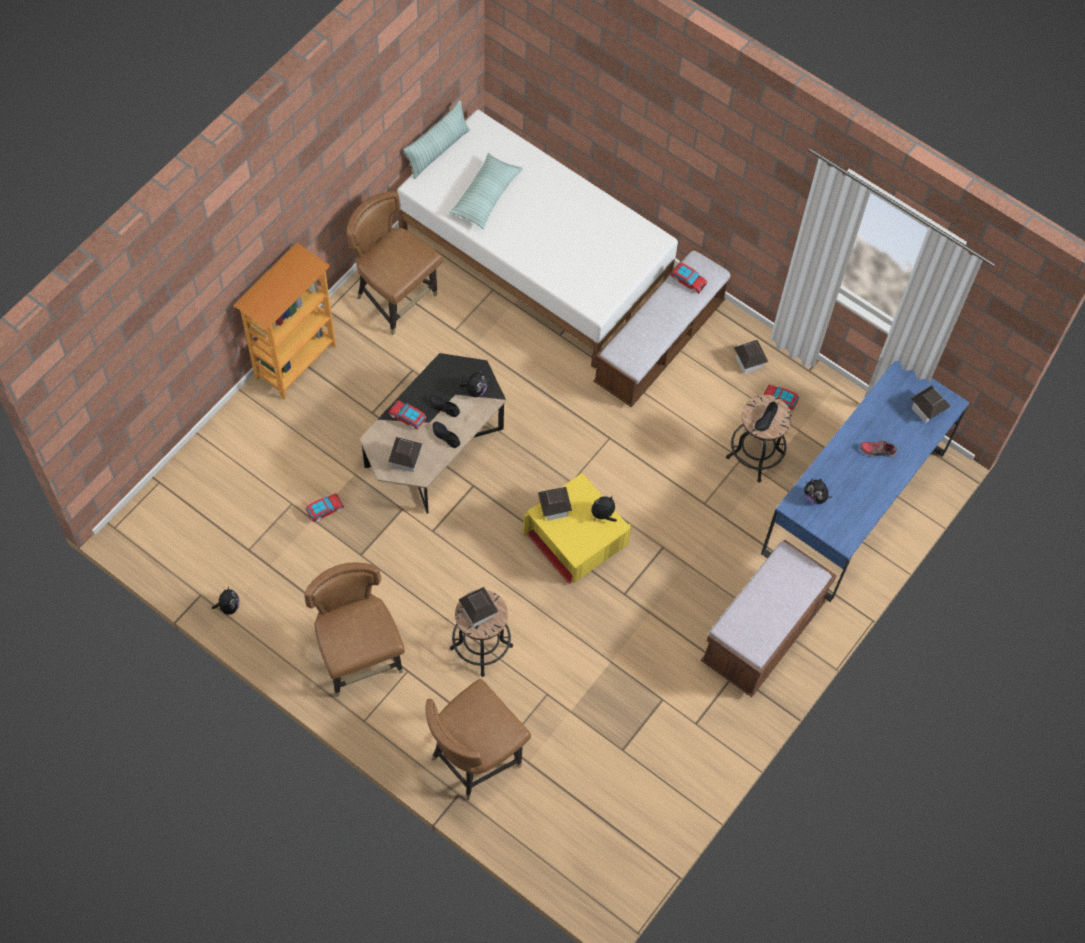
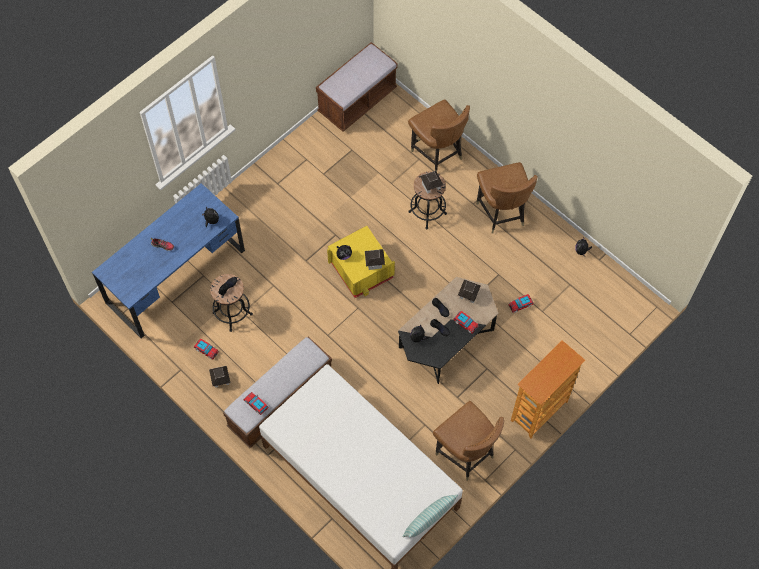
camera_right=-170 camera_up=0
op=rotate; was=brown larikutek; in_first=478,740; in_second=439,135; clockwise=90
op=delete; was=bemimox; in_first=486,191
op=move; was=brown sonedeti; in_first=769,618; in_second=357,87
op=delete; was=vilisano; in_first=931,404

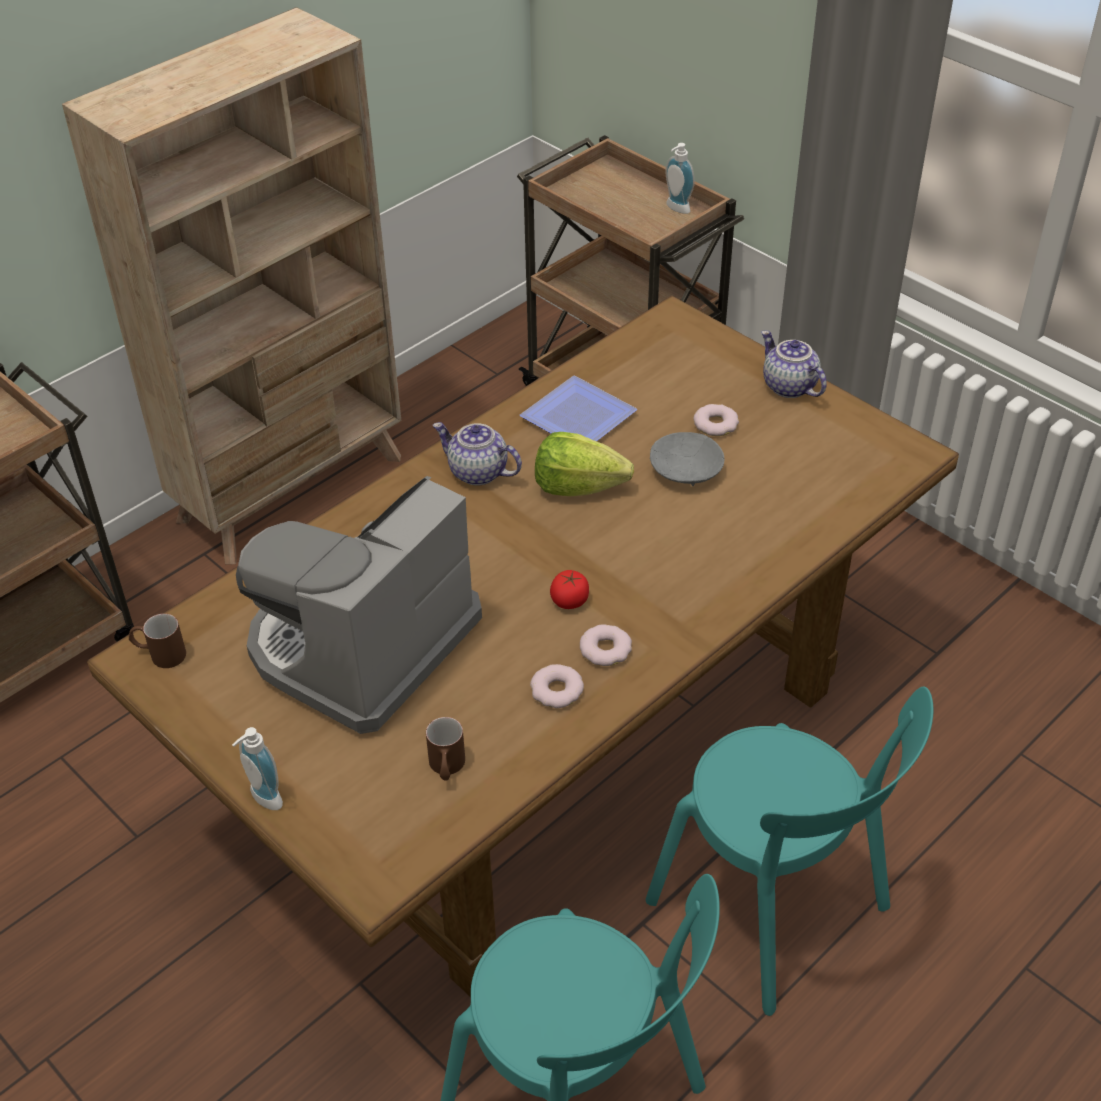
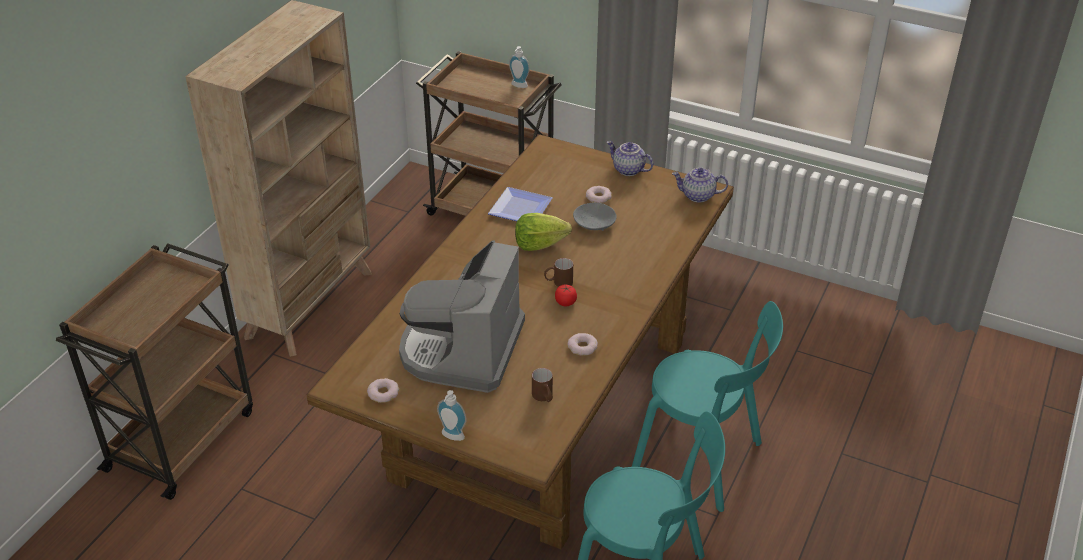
camera_right=-20 camera_up=-5
op=move; was=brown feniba; in_first=157,641; in_second=558,272
op=move; was=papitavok; in_first=477,454; in_second=700,184
op=move; was=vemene; in_first=606,645; in_second=383,390

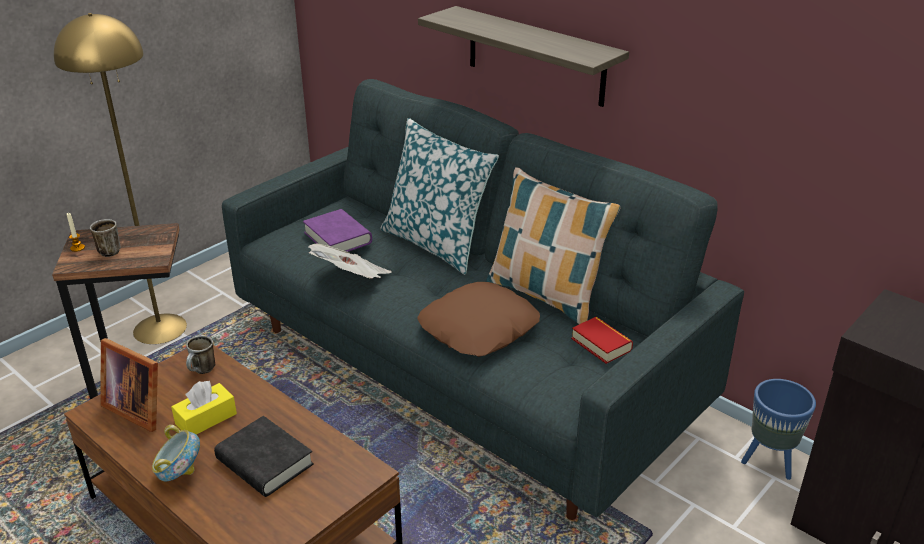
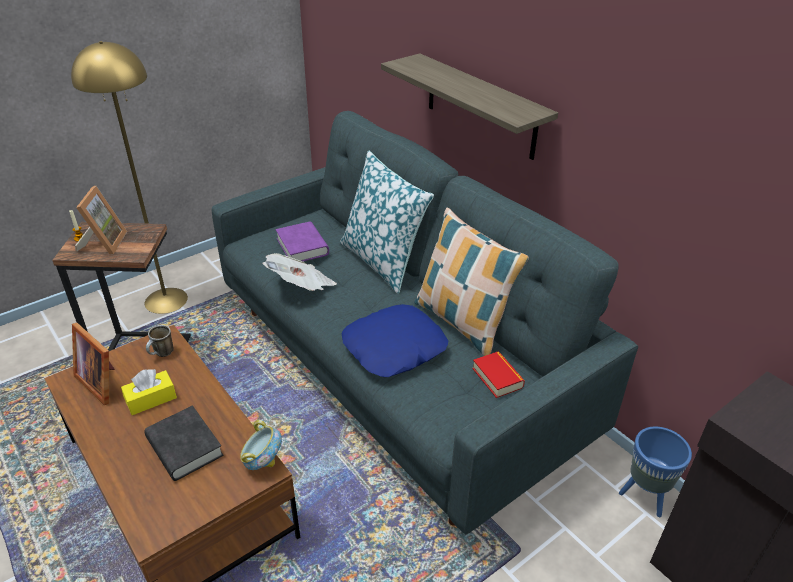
camera_right=10 camera_up=5
op=replace; was=feniba; now=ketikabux; in_first=105,238; in_second=101,220
op=move; was=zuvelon; in_first=176,453; in_second=261,445
op=recolor; was=brown bemimox; now=blue bemimox; in_first=479,319; in_second=395,340

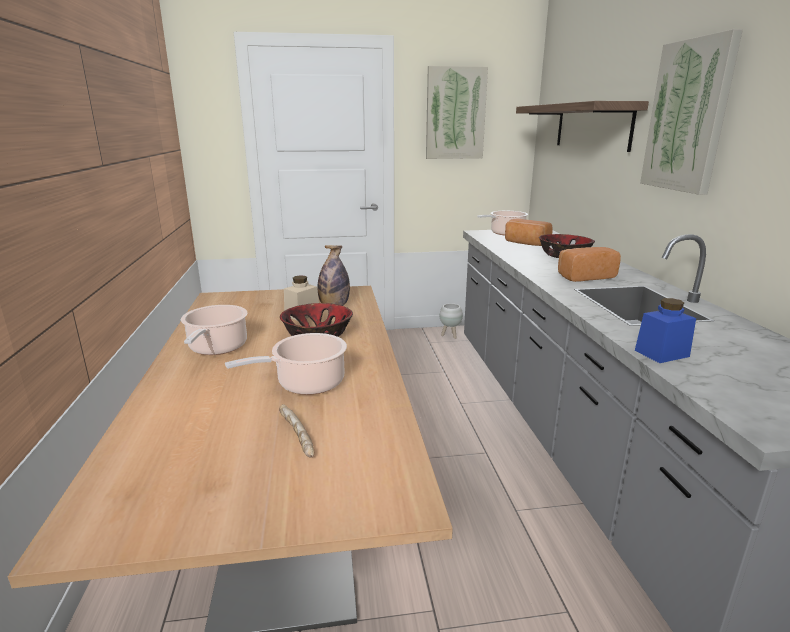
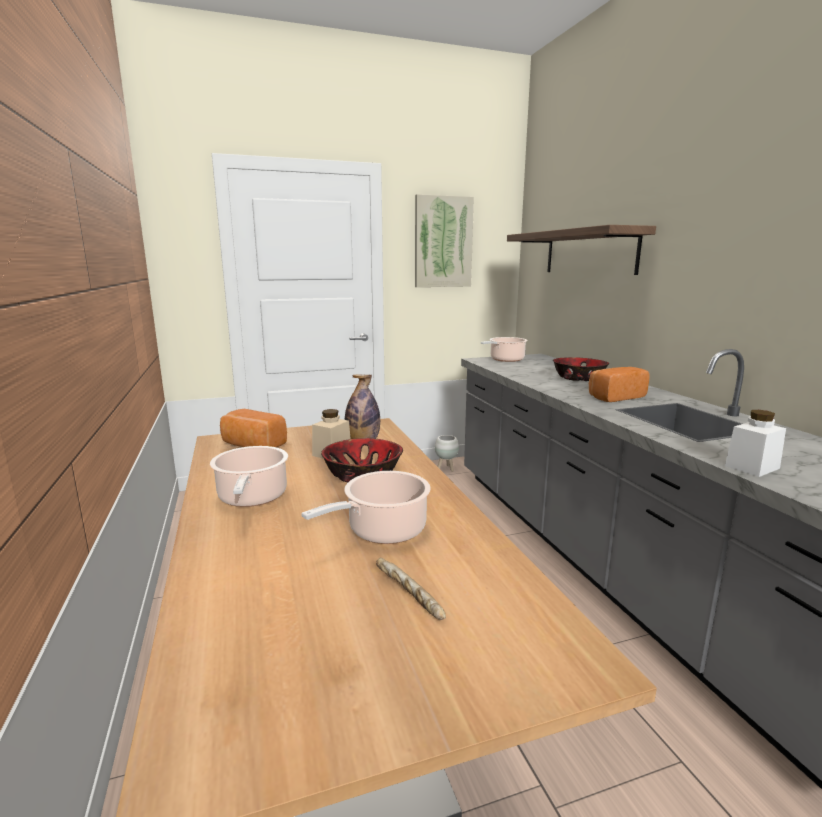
camera_right=-10 camera_up=-5
op=move; was=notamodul; in_first=529,232; in_second=253,428
op=recolor; was=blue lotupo; now=white lotupo; in_first=665,330; in_second=755,443
op=delete; was=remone; in_first=691,112

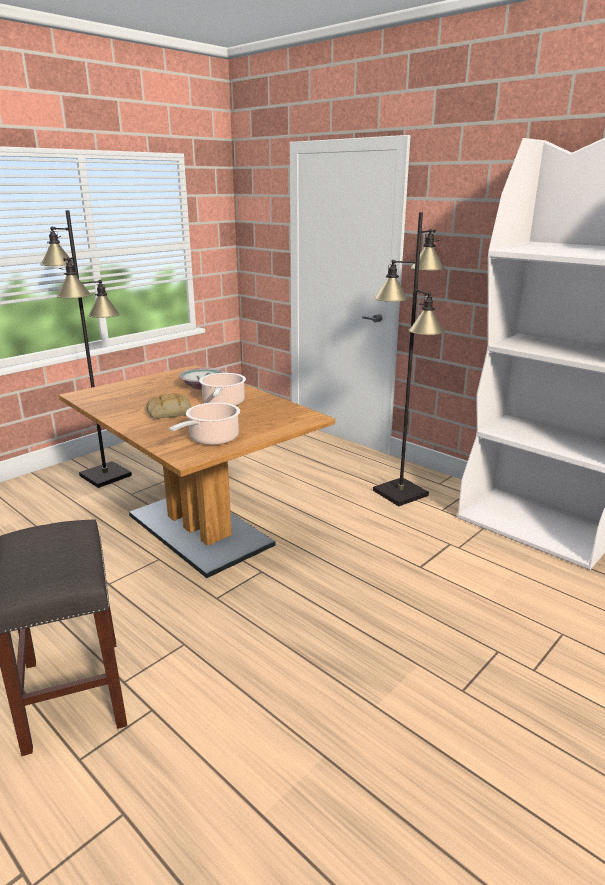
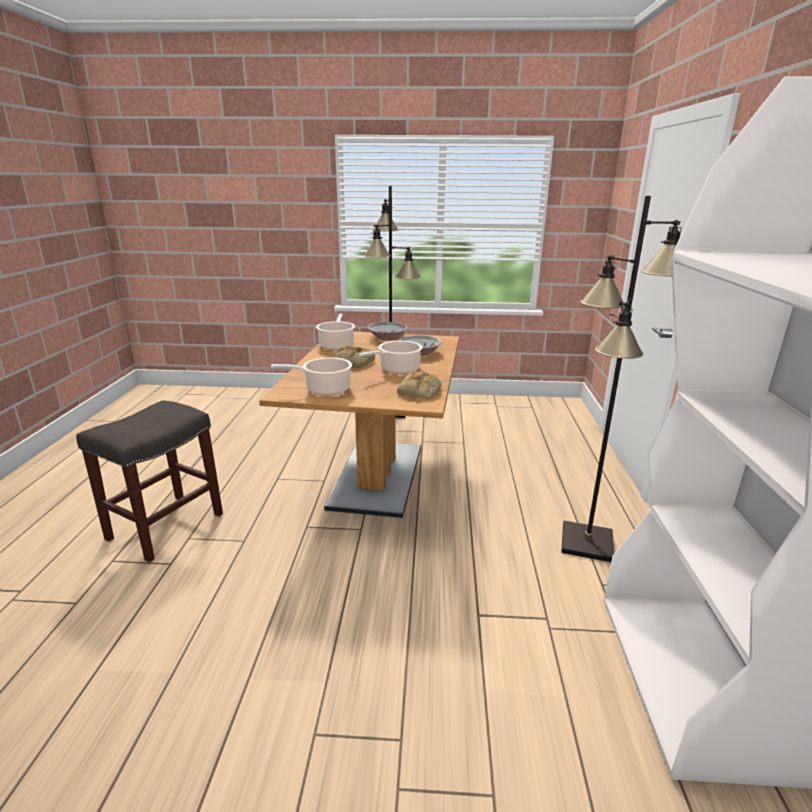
camera_right=50 camera_up=0
op=insert; now=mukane; in_second=335,332
op=insert; now=zuvelon; in_second=387,331
op=insert; now=notamodul; in_second=419,385

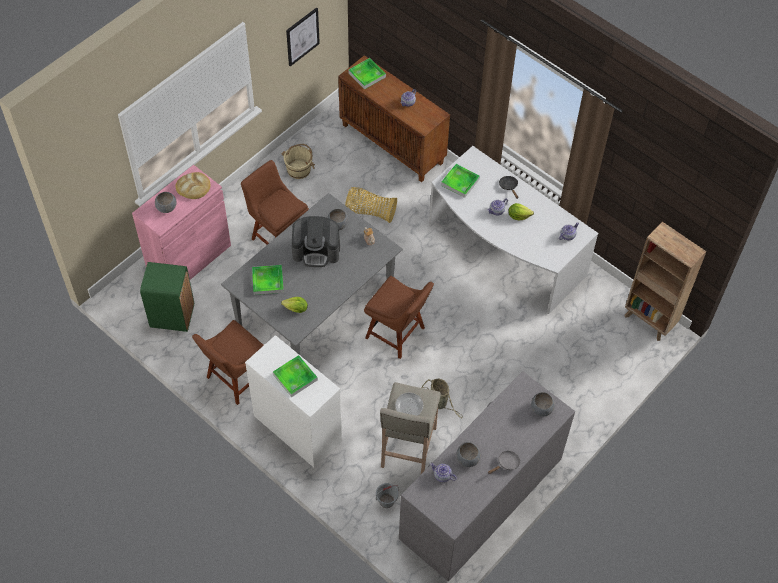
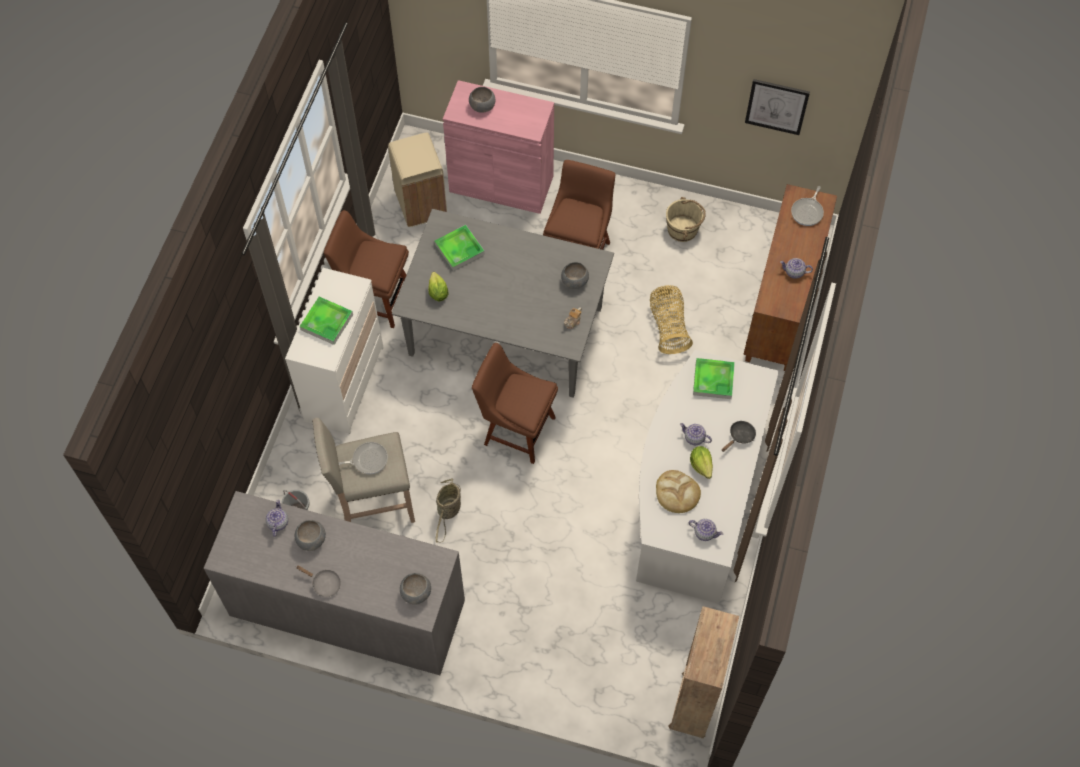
camera_right=65 camera_up=5
op=recolor; was=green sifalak; now=beige sifalak; in_first=167,297; in_second=417,180
op=move; was=notamodul; in_first=193,185; in_second=678,491
op=delete; was=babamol; in_first=315,241
op=replace; was=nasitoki; now=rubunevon; in_first=367,73; in_second=807,206
op=rotate; was=brown larikutek; in_first=399,317; in_second=515,403; clockwise=105

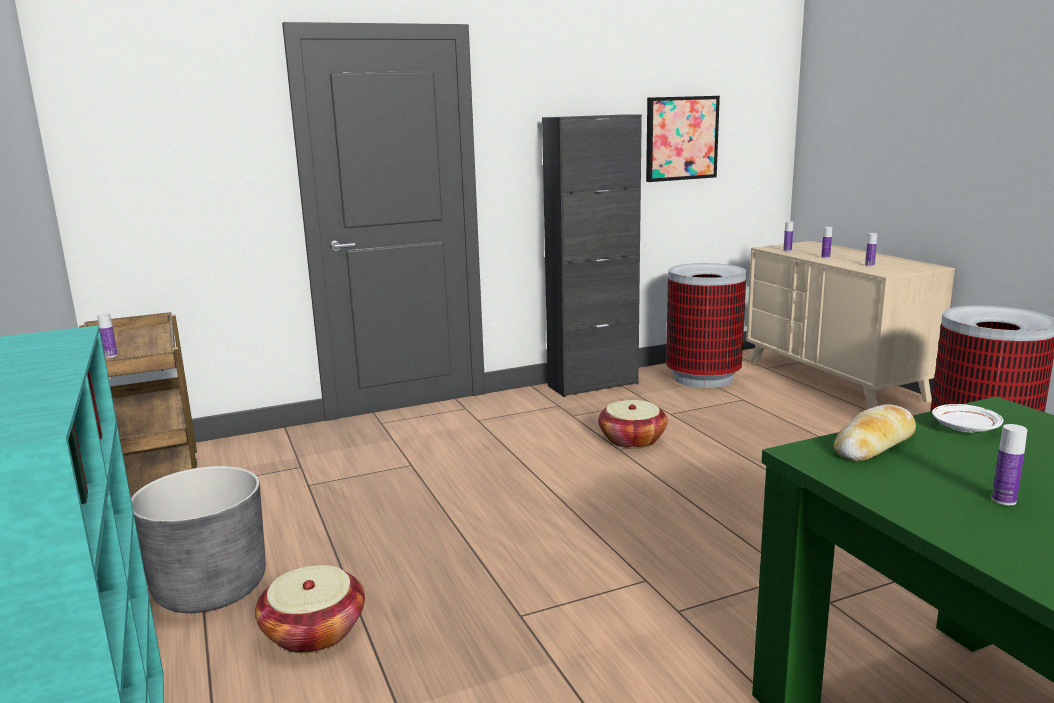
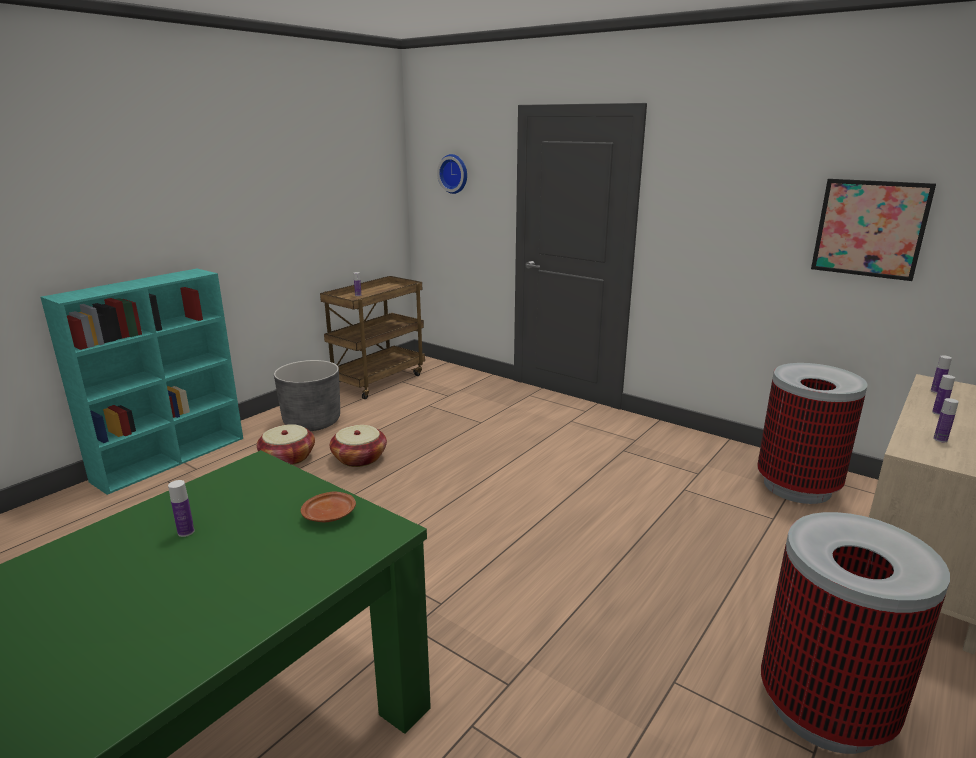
camera_right=60 camera_up=5
op=delete; was=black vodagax; in_first=592,255
op=move; was=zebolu; in_first=632,424; in_second=358,446
op=delete; was=notamodul; in_first=875,432
op=recolor; was=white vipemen; now=brown vipemen; in_first=967,418; in_second=328,506
op=insert; now=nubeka; in_second=452,174

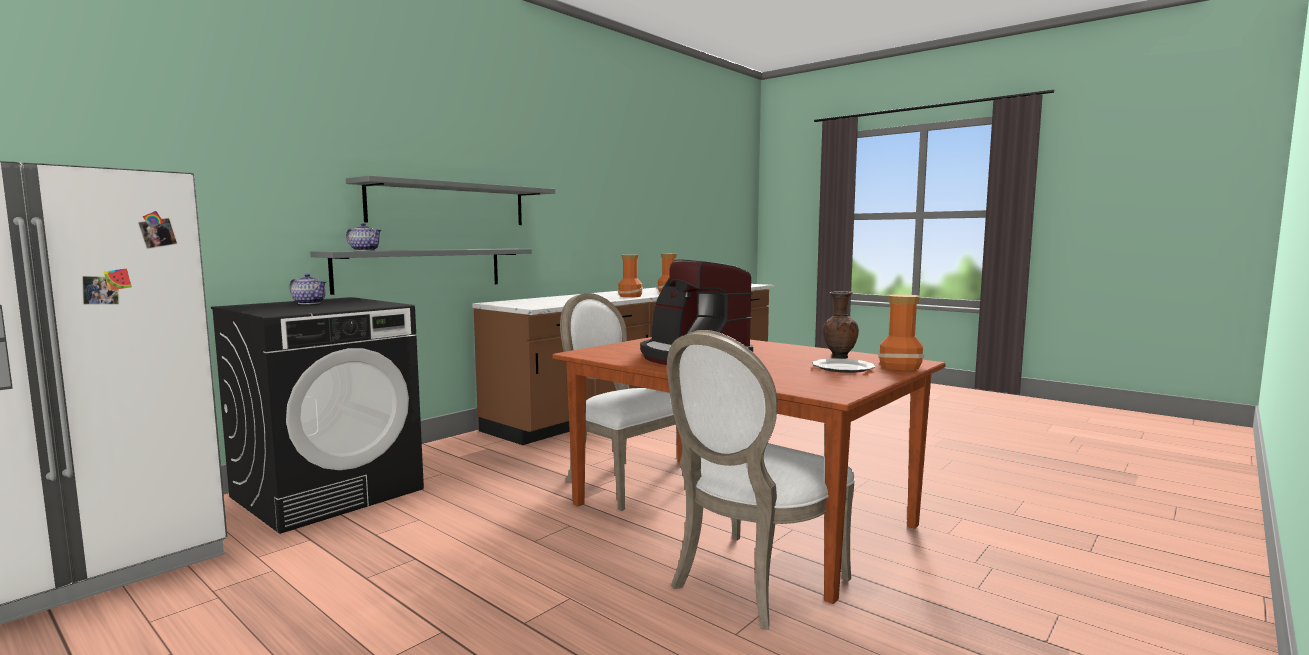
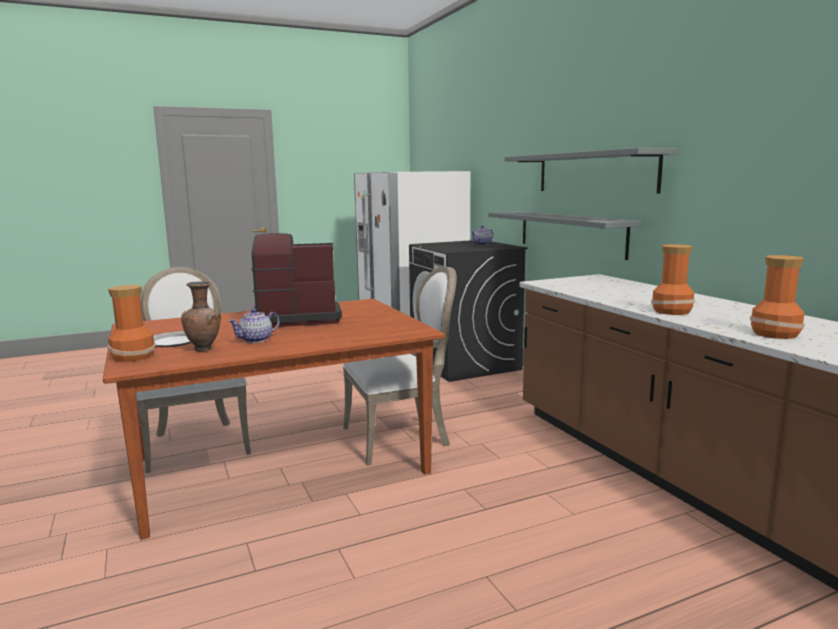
camera_right=115 camera_up=5
op=move; was=papitavok; in_first=363,237; in_second=254,325

